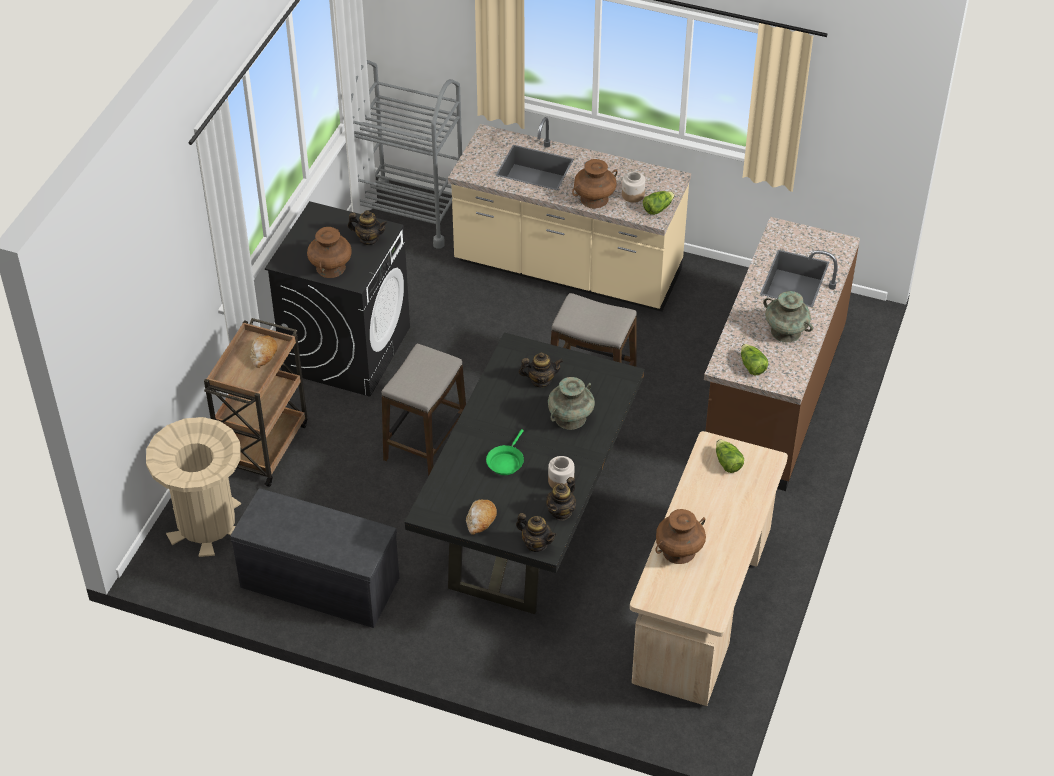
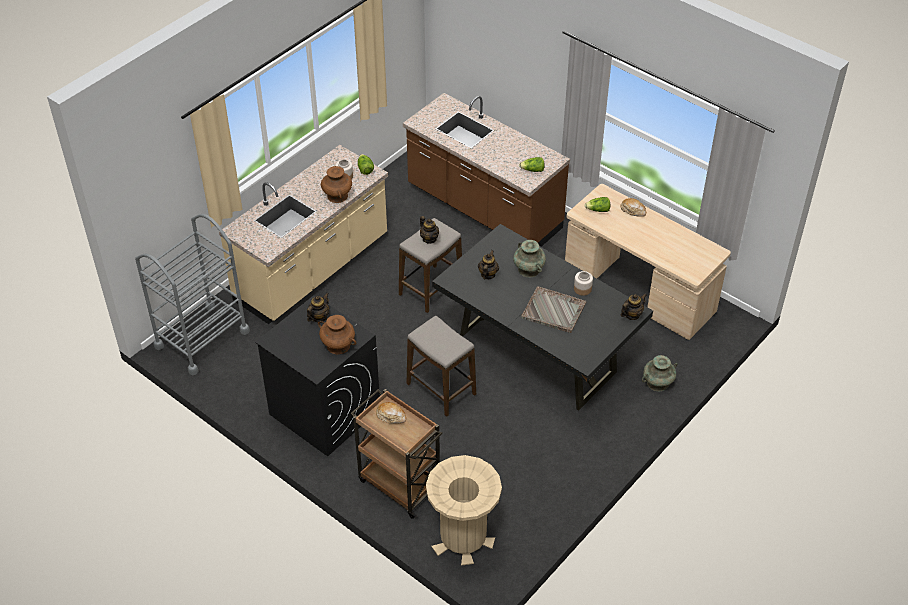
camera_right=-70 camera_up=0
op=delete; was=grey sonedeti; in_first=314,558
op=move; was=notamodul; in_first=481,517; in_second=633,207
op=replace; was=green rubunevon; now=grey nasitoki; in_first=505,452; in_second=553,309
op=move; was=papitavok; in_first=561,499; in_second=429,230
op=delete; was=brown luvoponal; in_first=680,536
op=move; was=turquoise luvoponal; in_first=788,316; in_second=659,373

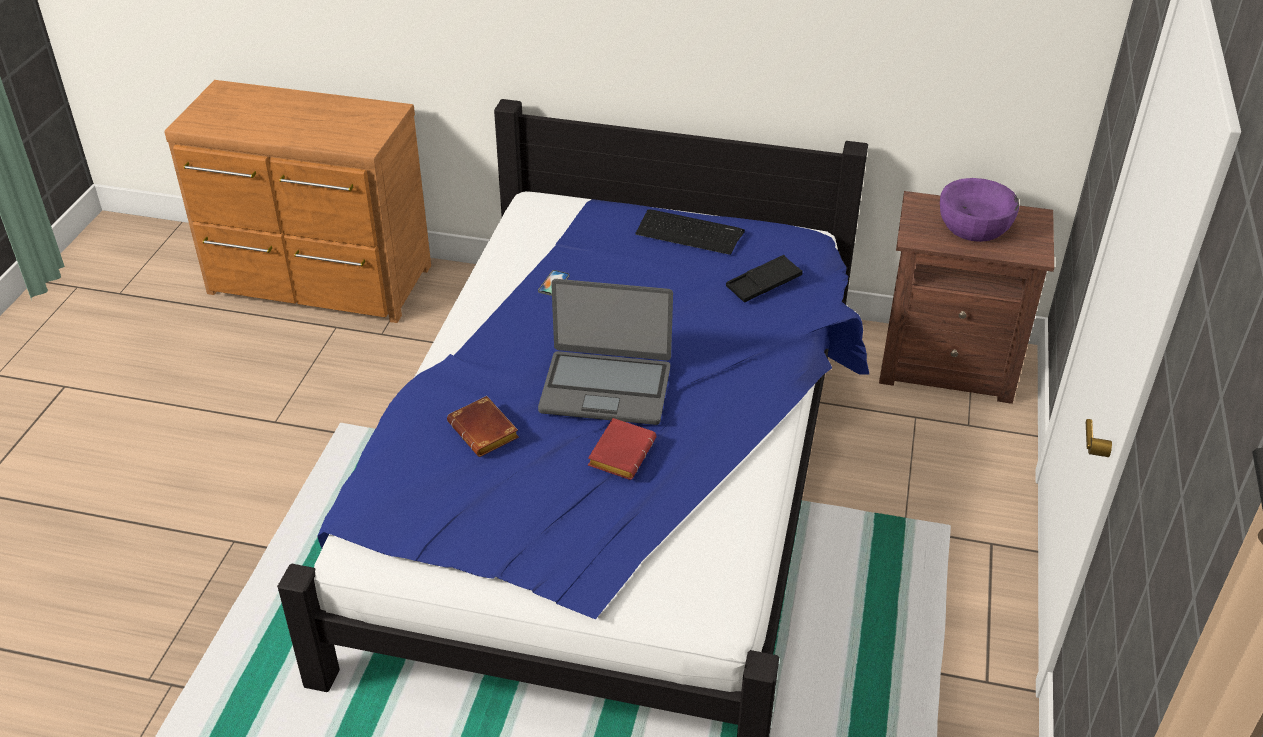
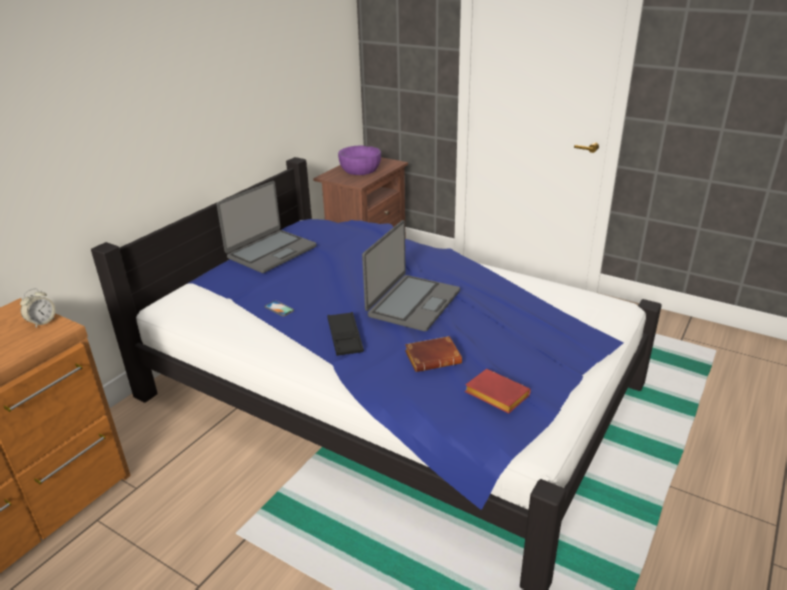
camera_right=-70 camera_up=-10
op=move; was=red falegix; in_first=622,449; in_second=498,391
op=replace; was=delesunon; now=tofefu; in_first=690,232; in_second=266,227
op=move; was=black nasitoki; in_first=764,278; in_second=345,334
op=insert; now=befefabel; in_second=38,308

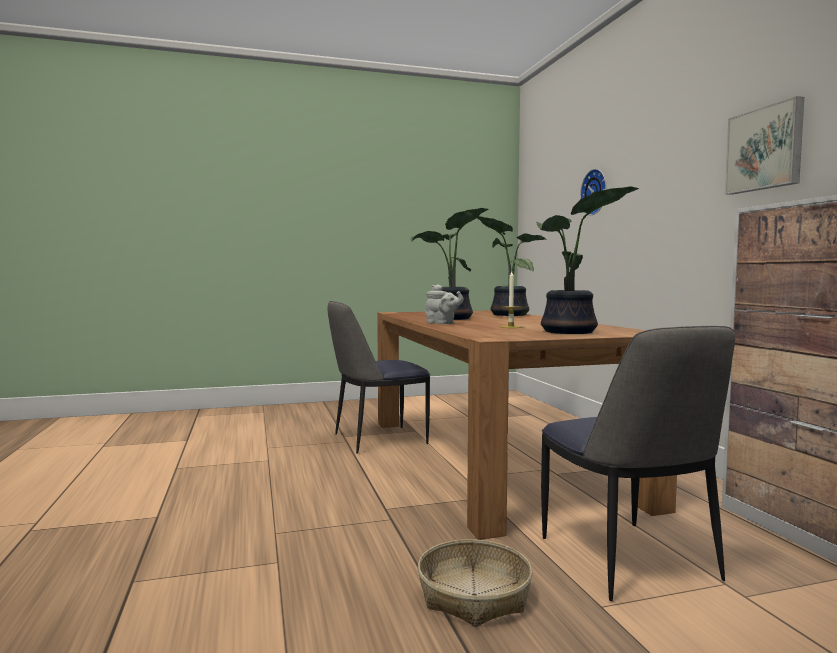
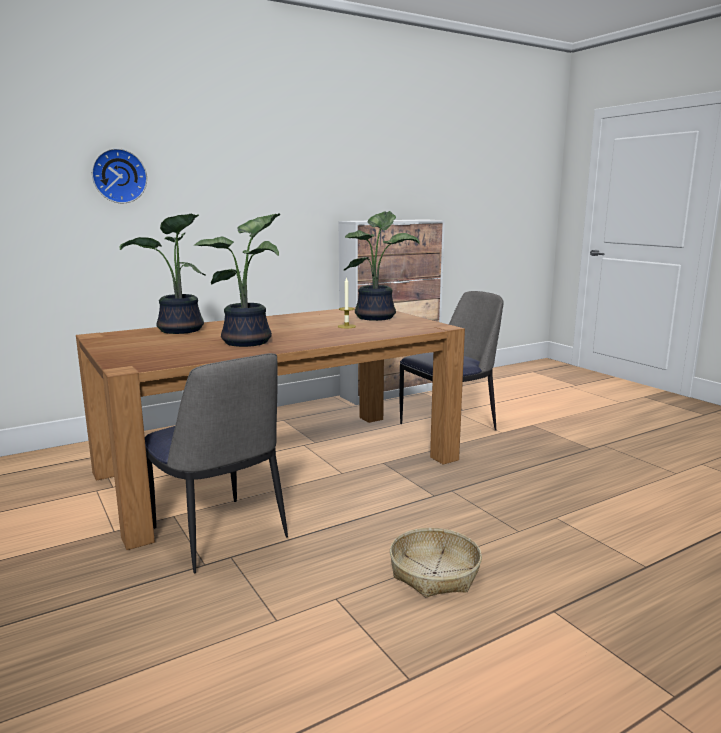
camera_right=-105 camera_up=10
op=move; was=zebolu; in_first=475,583; in_second=436,563
op=delete; was=grey papitavok; in_first=445,304
op=delete; was=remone; in_first=764,145

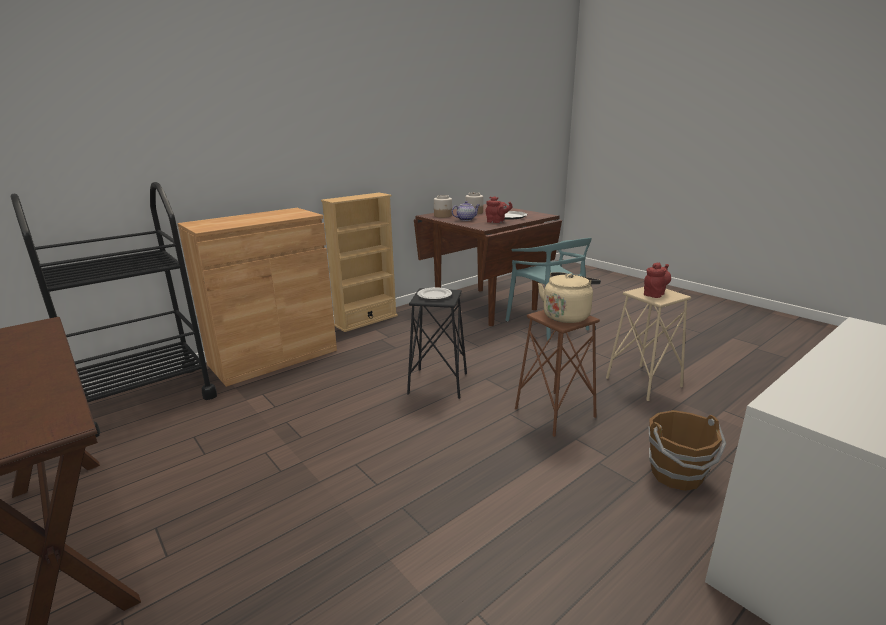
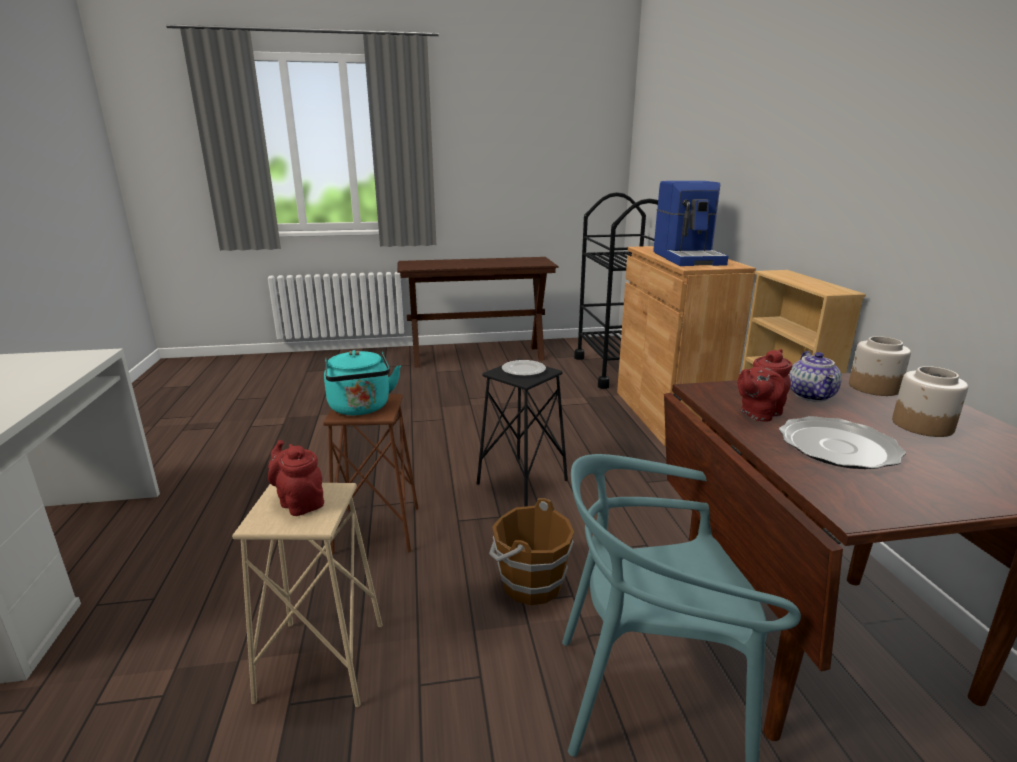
camera_right=120 camera_up=0
op=recolor; was=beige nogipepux; now=turquoise nogipepux; in_first=569,297; in_second=362,382
op=rotate; was=red papitavok; in_first=657,280; in_second=296,478; clockwise=150
op=move; was=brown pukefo; in_first=687,450; in_second=531,551
op=insert; now=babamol; in_second=690,223

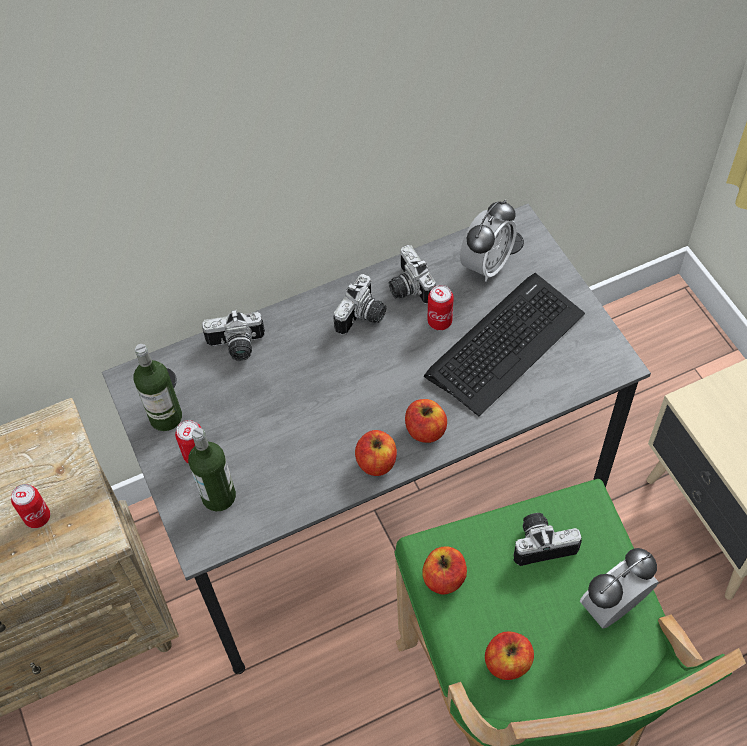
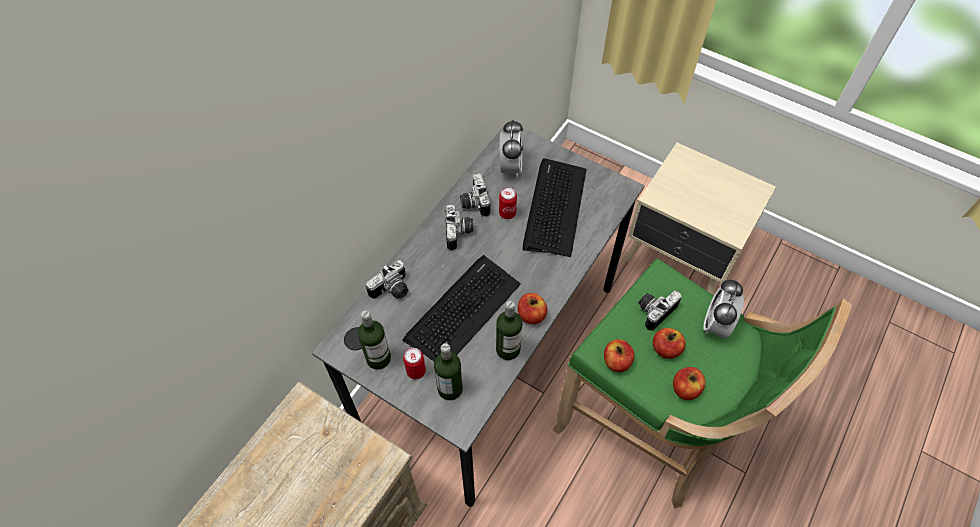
camera_right=-35 camera_up=0
op=delete; was=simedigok; in_first=30,506
op=rotate; was=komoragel; in_first=412,275; in_second=475,195; clockwise=45
op=move; was=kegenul; in_first=426,421; in_second=669,343
op=insert; now=delesunon; in_second=462,308
op=insert; now=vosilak; in_second=509,330

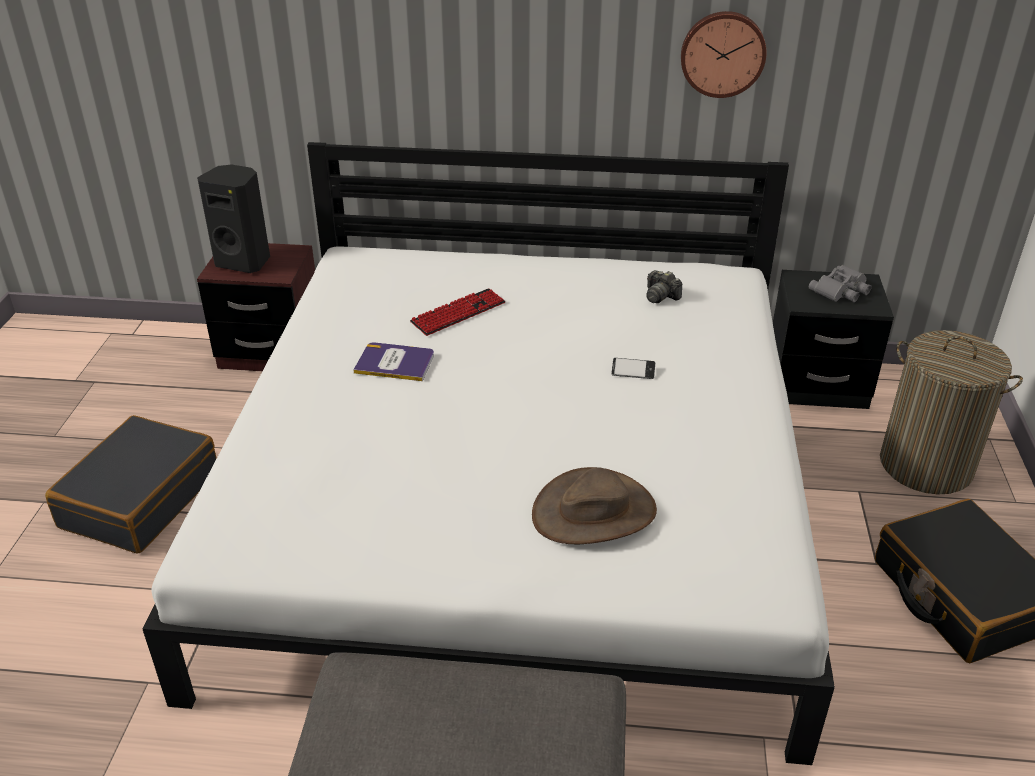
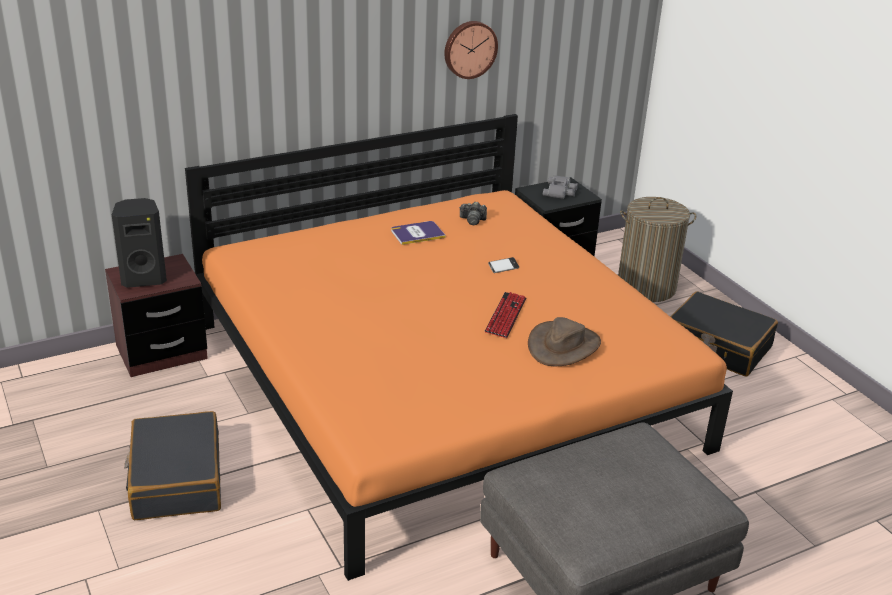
camera_right=-35 camera_up=-5
op=recolor; was=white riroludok; now=orange riroludok; in_first=488,453; in_second=459,347
op=move; was=falegix; in_first=393,361; in_second=418,233
op=move; was=delesunon; in_first=458,312; in_second=505,315

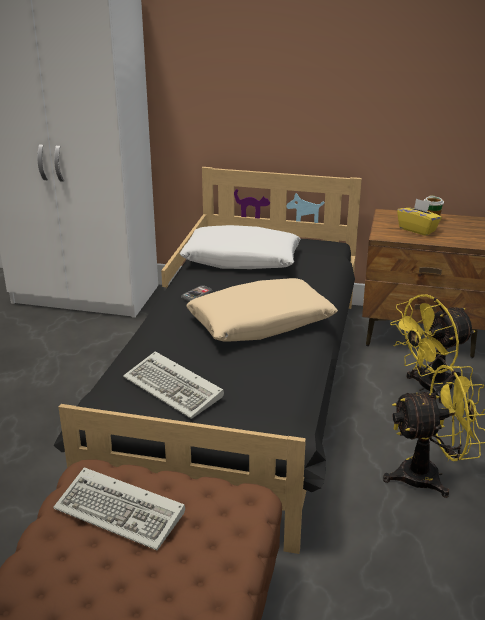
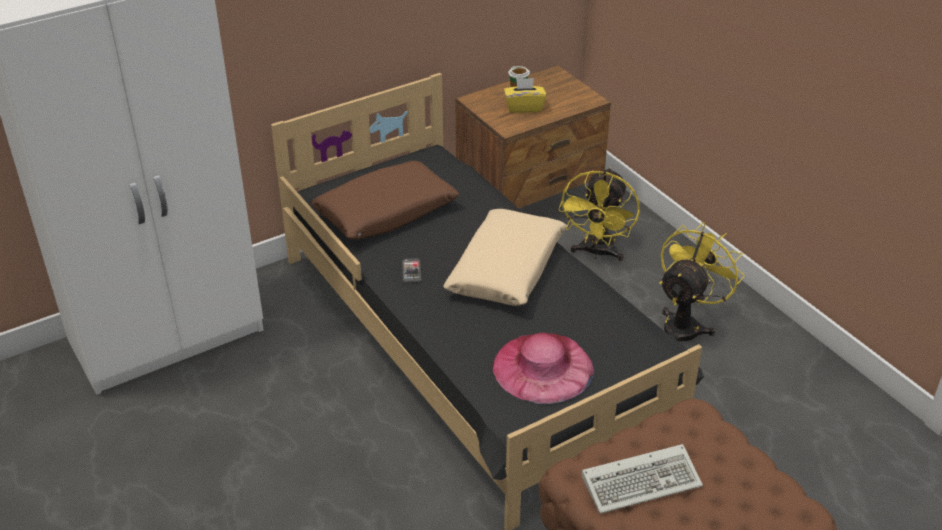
camera_right=-45 camera_up=10
op=replace; was=delesunon; now=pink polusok; in_first=173,385; in_second=543,368
op=recolor; was=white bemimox; now=brown bemimox; in_first=239,247; in_second=385,200

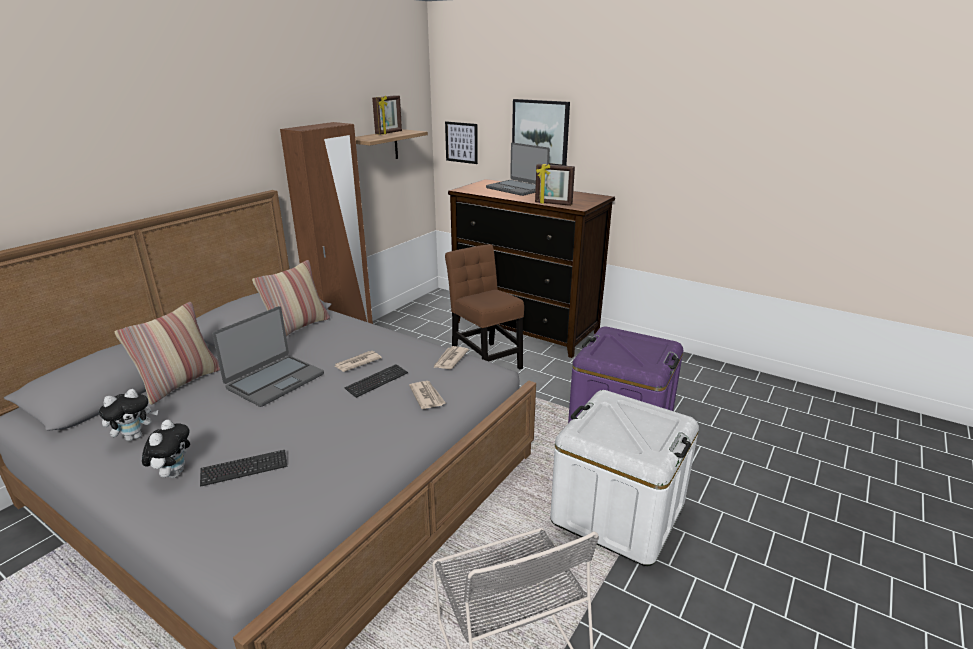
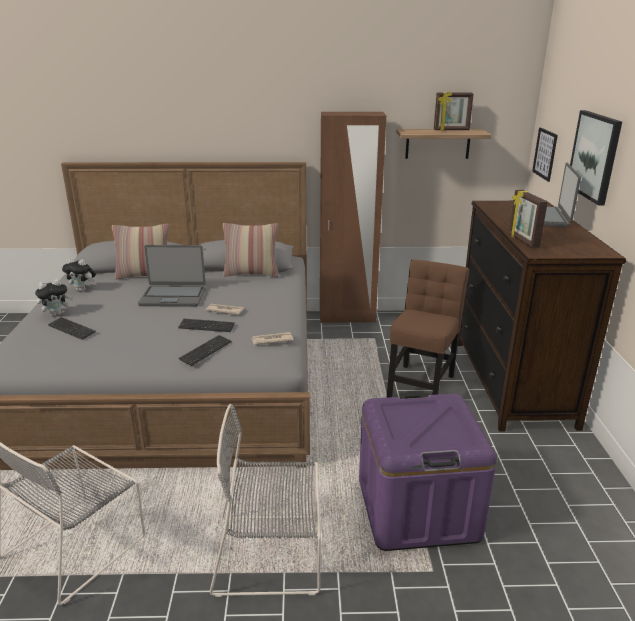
camera_right=55 camera_up=0
op=replace; was=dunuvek; now=delesunon; in_first=427,395; in_second=205,350
op=replace; was=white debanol; now=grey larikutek; in_first=624,478; in_second=265,500

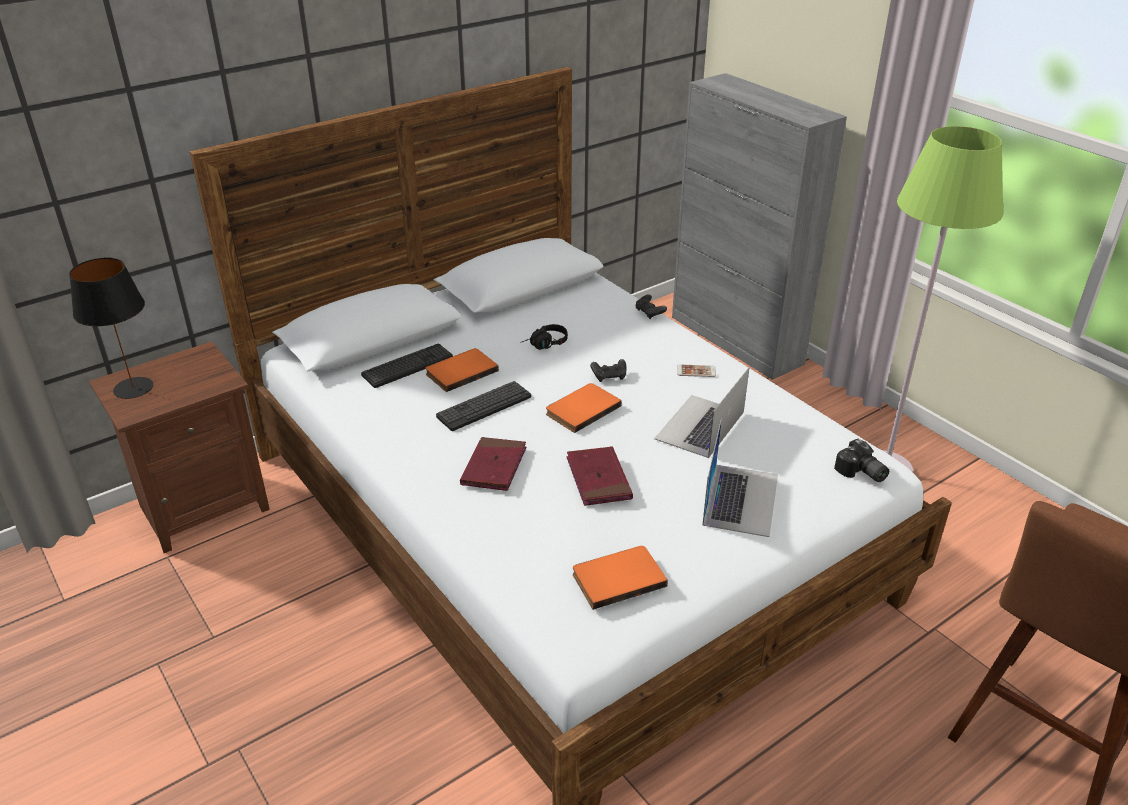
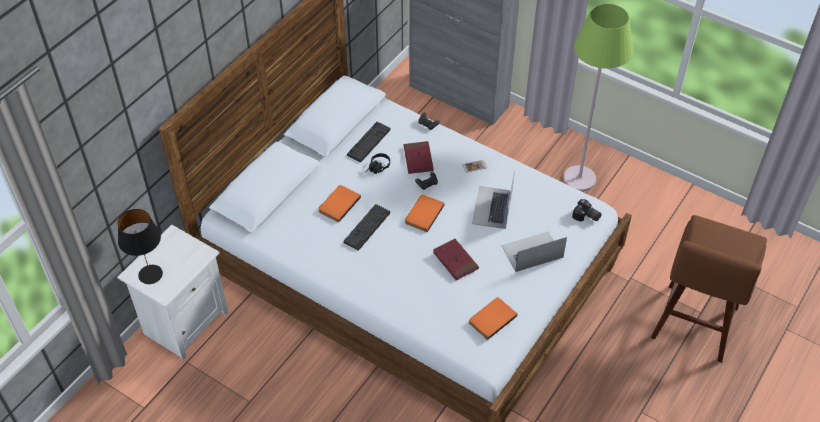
camera_right=-20 camera_up=15
op=recolor; was=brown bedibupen; now=white bedibupen; in_first=179,447; in_second=172,292
op=move; was=delesunon; in_first=407,366; in_second=369,142
op=move; was=red falegix; in_first=493,464; in_second=419,157
op=rotate; was=tofefu; in_first=740,478; in_second=534,251; clockwise=-105

